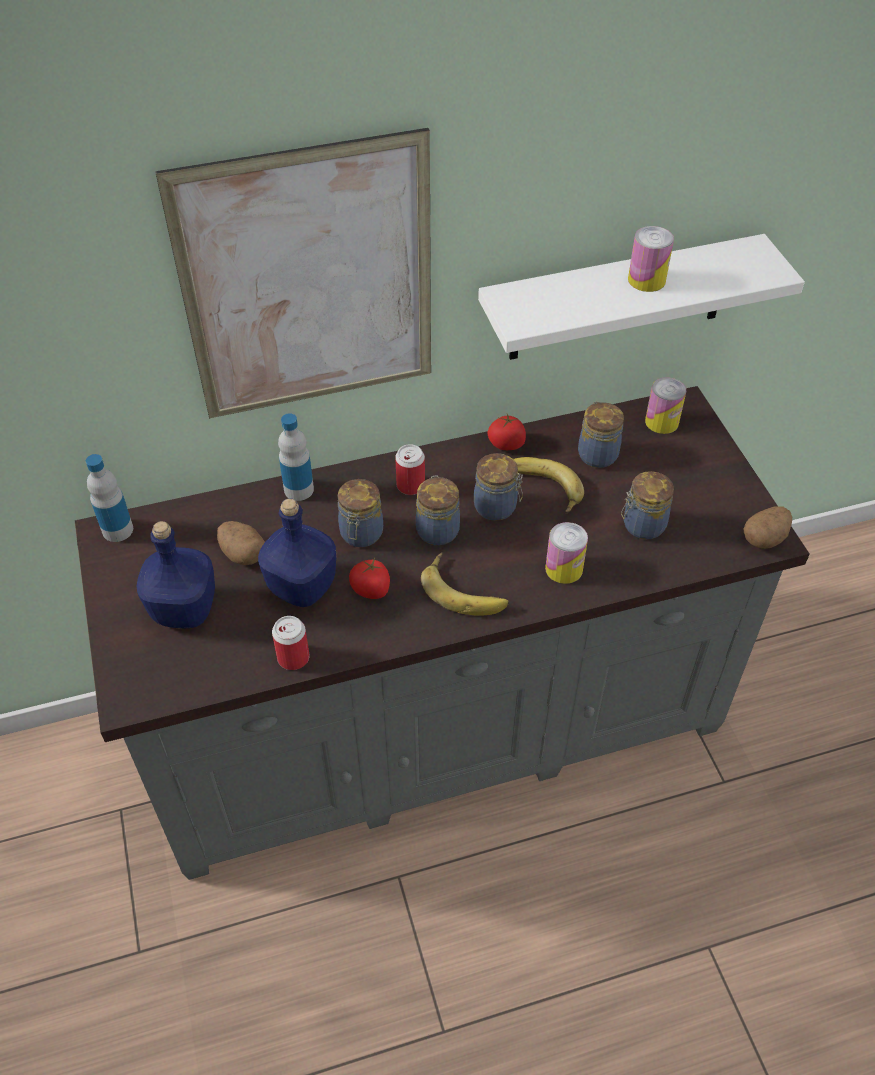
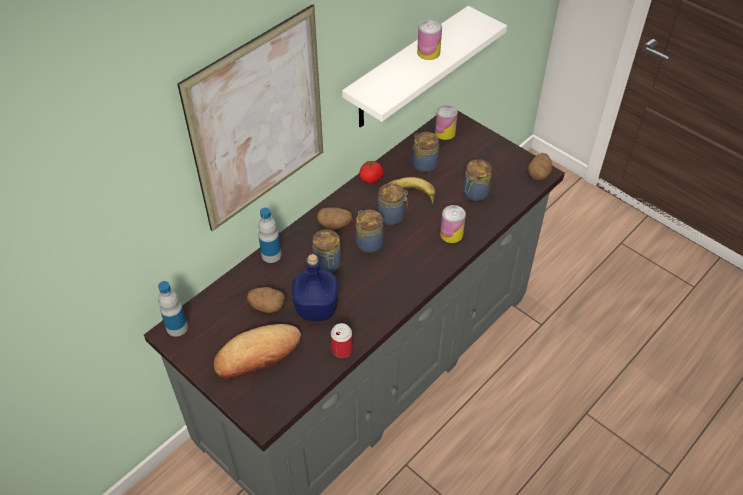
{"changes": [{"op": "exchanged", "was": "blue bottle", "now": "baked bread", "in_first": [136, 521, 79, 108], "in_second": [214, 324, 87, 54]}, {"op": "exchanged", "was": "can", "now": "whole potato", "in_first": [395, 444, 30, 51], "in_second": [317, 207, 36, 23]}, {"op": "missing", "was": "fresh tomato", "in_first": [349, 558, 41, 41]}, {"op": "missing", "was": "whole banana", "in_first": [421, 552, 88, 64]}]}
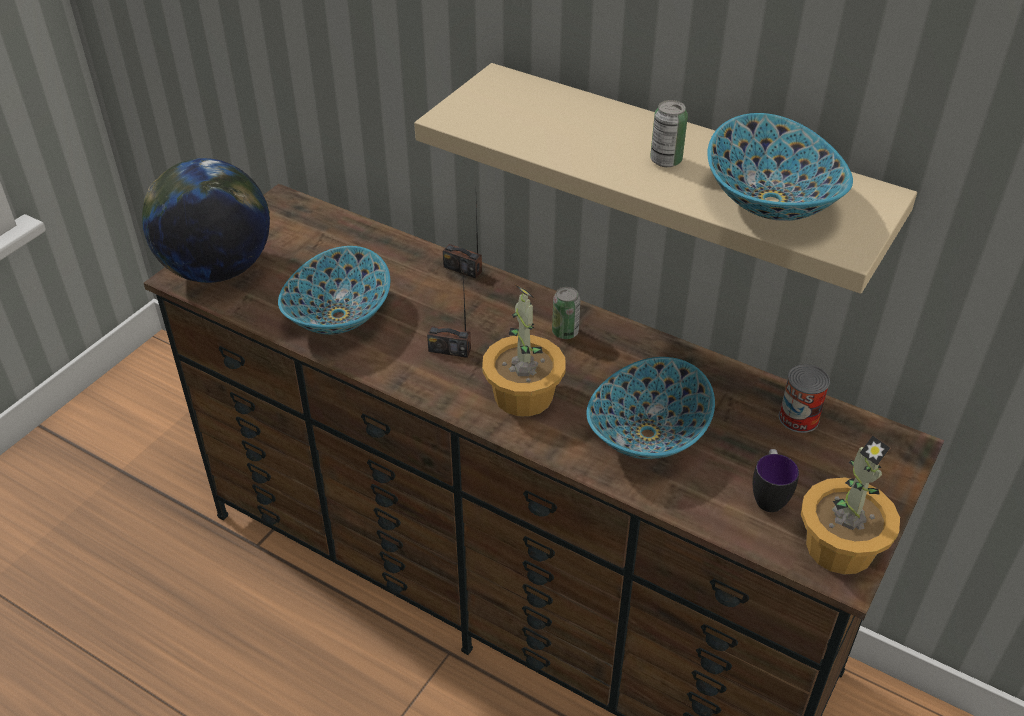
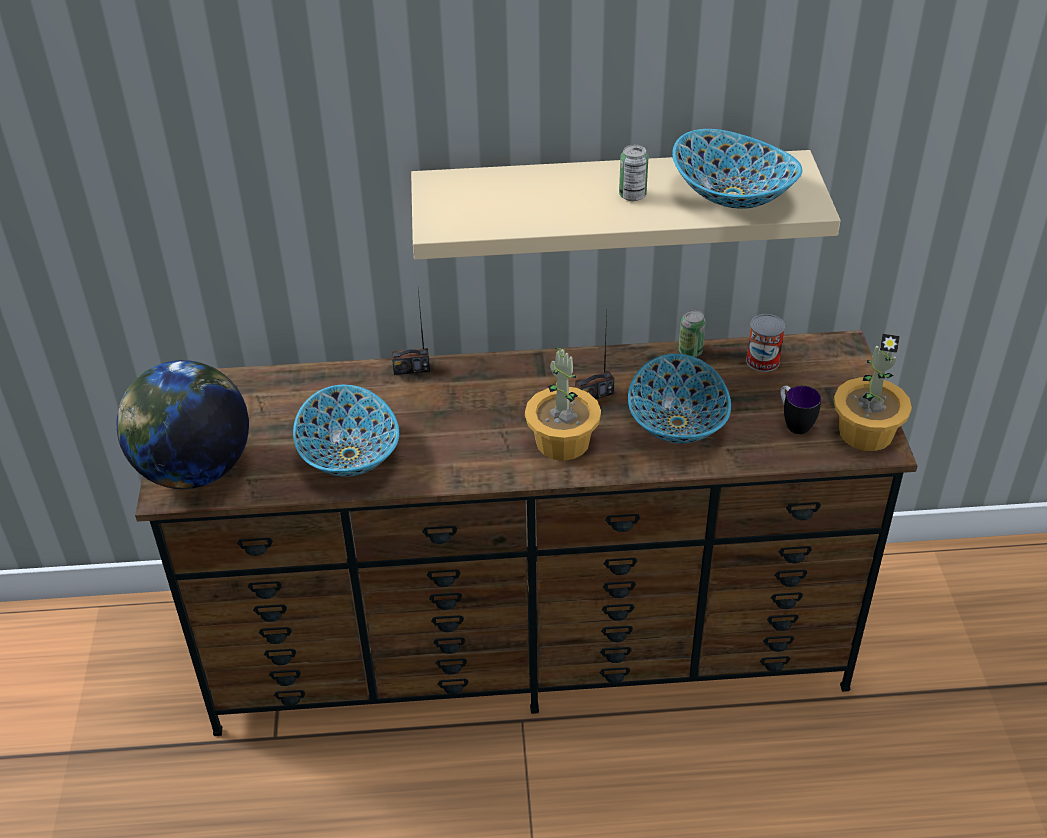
{"changes": [{"op": "relocated", "was": "radio receiver", "in_first": [427, 273, 44, 85], "in_second": [575, 312, 39, 87]}, {"op": "relocated", "was": "can", "in_first": [552, 287, 28, 52], "in_second": [679, 310, 27, 47]}]}
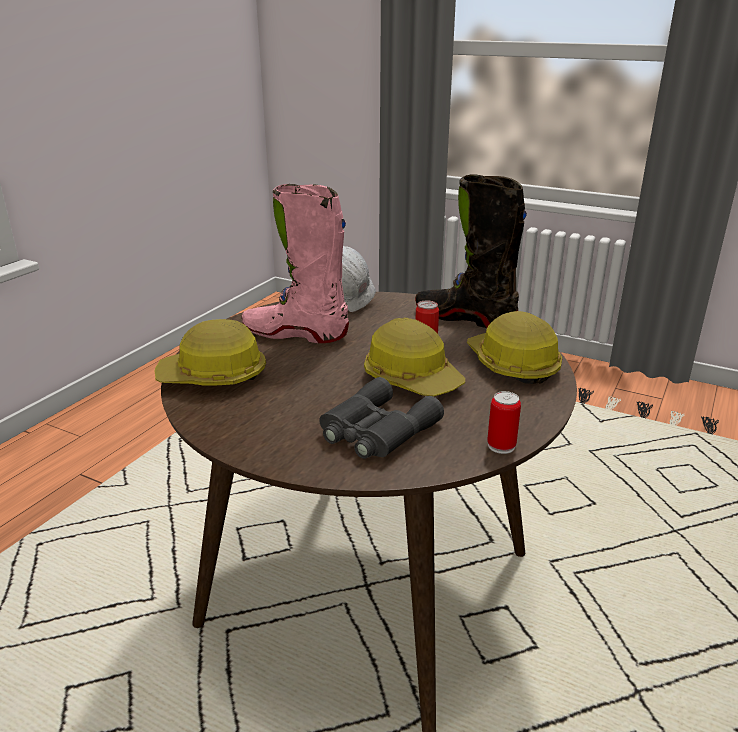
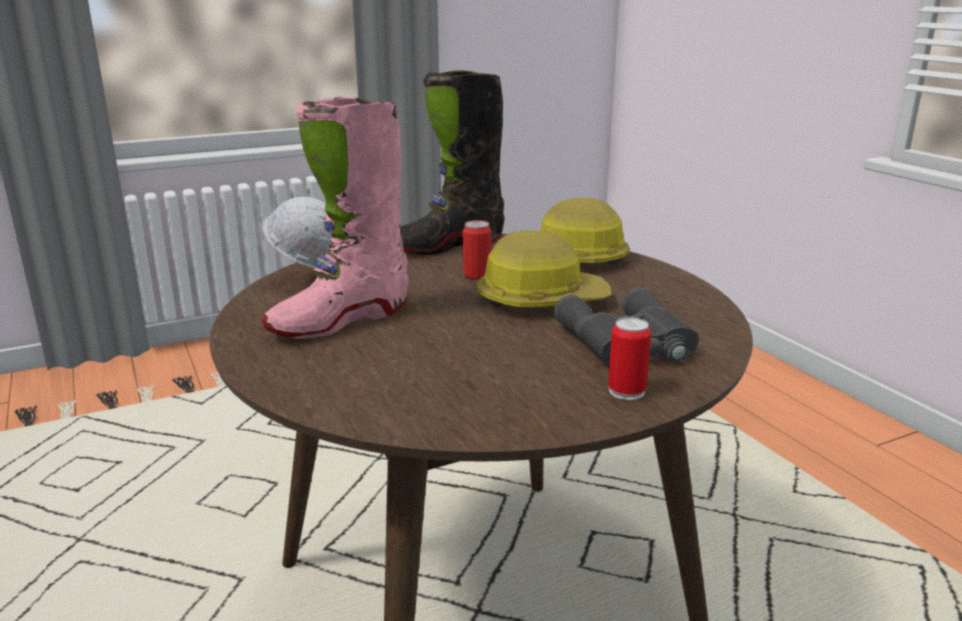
{"changes": [{"op": "relocated", "was": "can", "in_first": [487, 391, 34, 63], "in_second": [608, 317, 43, 83]}, {"op": "missing", "was": "work helmet", "in_first": [155, 319, 111, 67]}]}
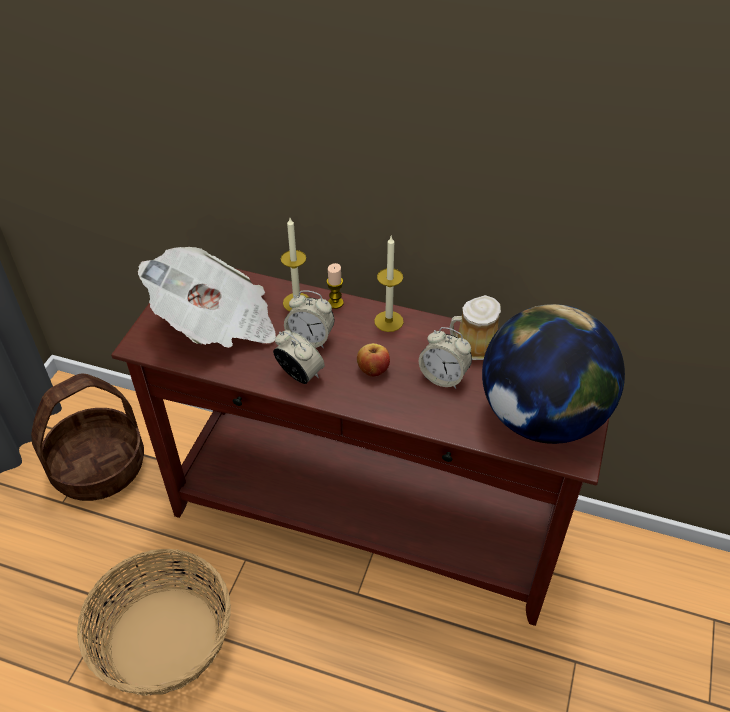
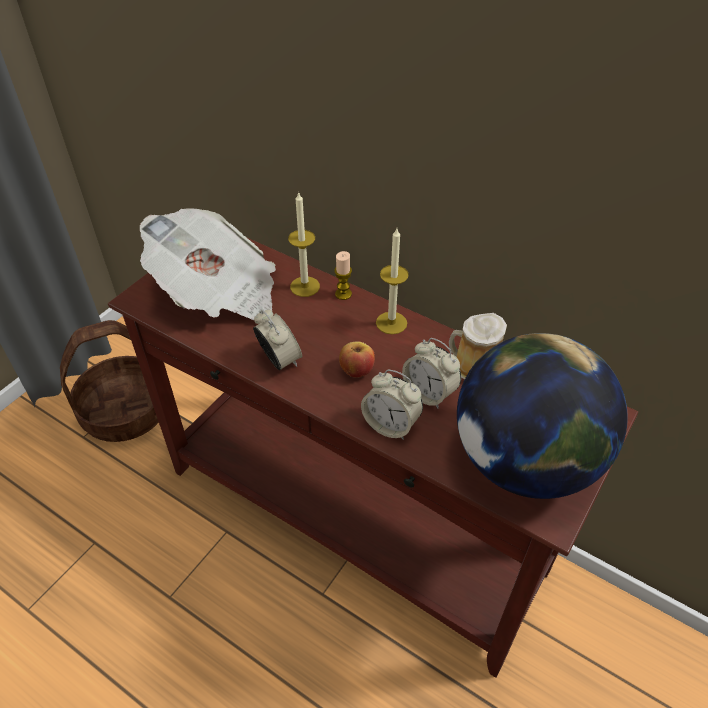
{"changes": [{"op": "relocated", "was": "bedside clock", "in_first": [284, 291, 50, 57], "in_second": [361, 369, 62, 71]}, {"op": "missing", "was": "household basket", "in_first": [77, 549, 154, 147]}]}
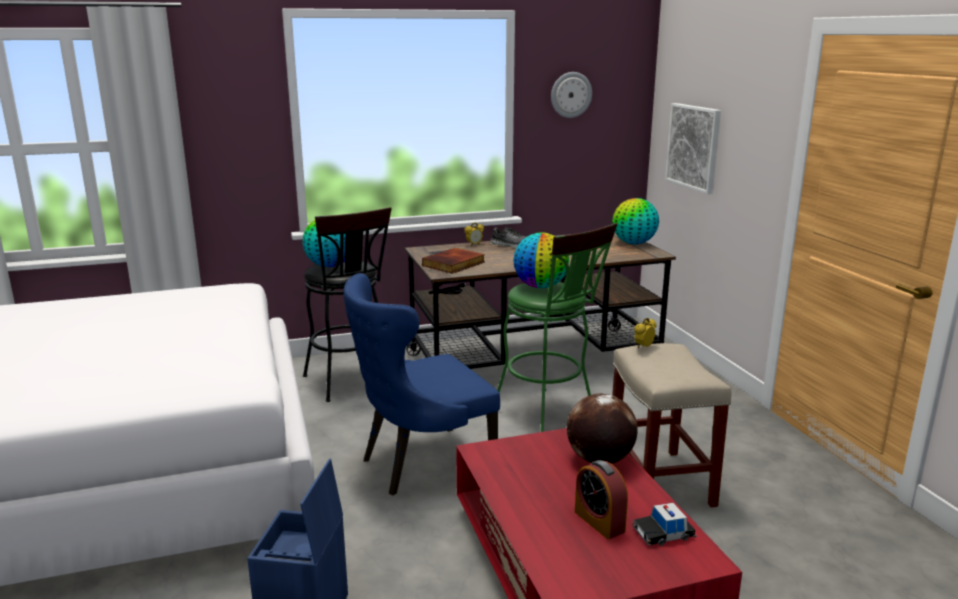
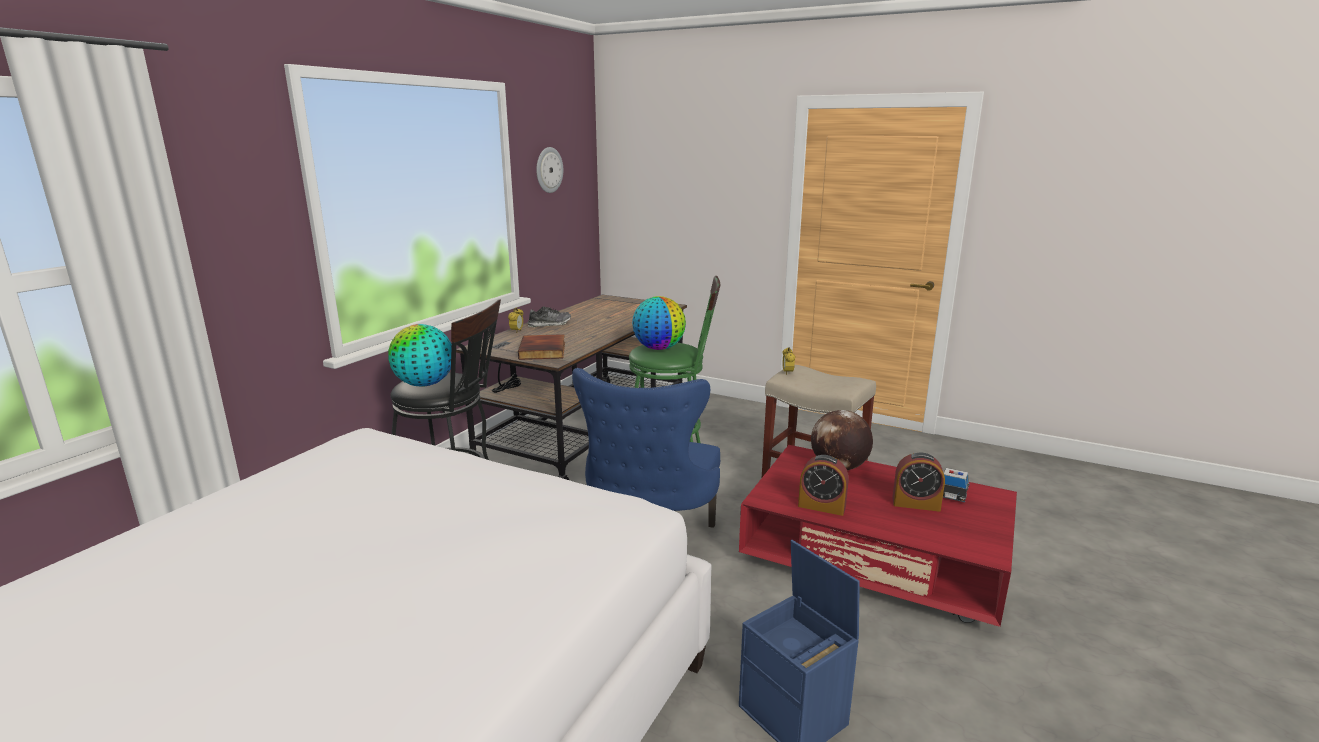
{"changes": [{"op": "appeared", "now": "bedside clock", "in_second": [798, 455, 51, 61]}, {"op": "missing", "was": "globe", "in_first": [612, 198, 47, 46]}, {"op": "missing", "was": "wall picture", "in_first": [665, 103, 56, 91]}]}
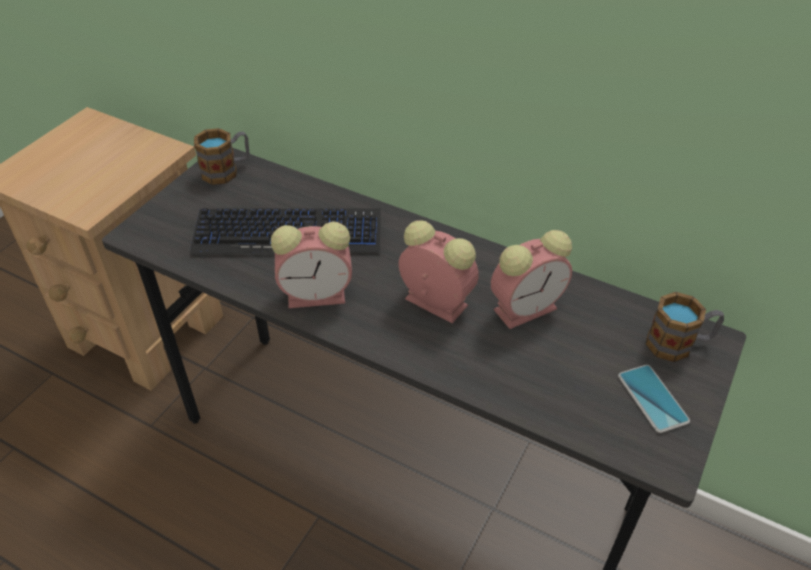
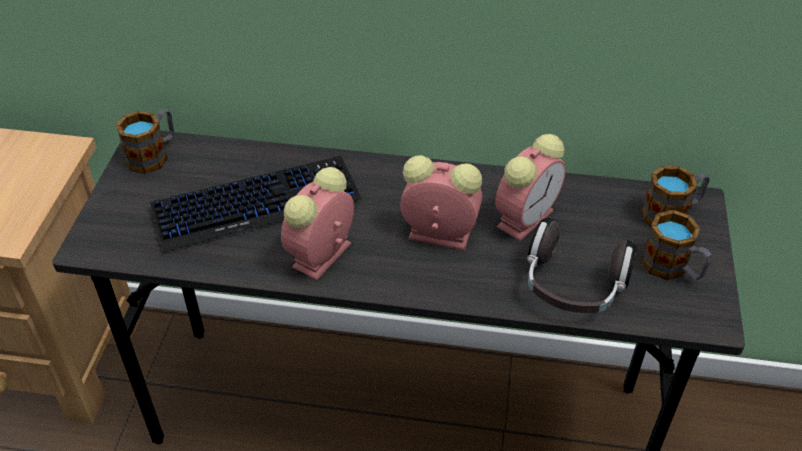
{"changes": [{"op": "spun", "was": "bedside clock", "in_first": [271, 222, 81, 86], "in_second": [281, 167, 73, 113], "clockwise": 150}, {"op": "appeared", "now": "pair of headphones", "in_second": [527, 217, 110, 96]}, {"op": "exchanged", "was": "telephone", "now": "tea mug", "in_first": [618, 365, 72, 68], "in_second": [641, 210, 71, 70]}]}
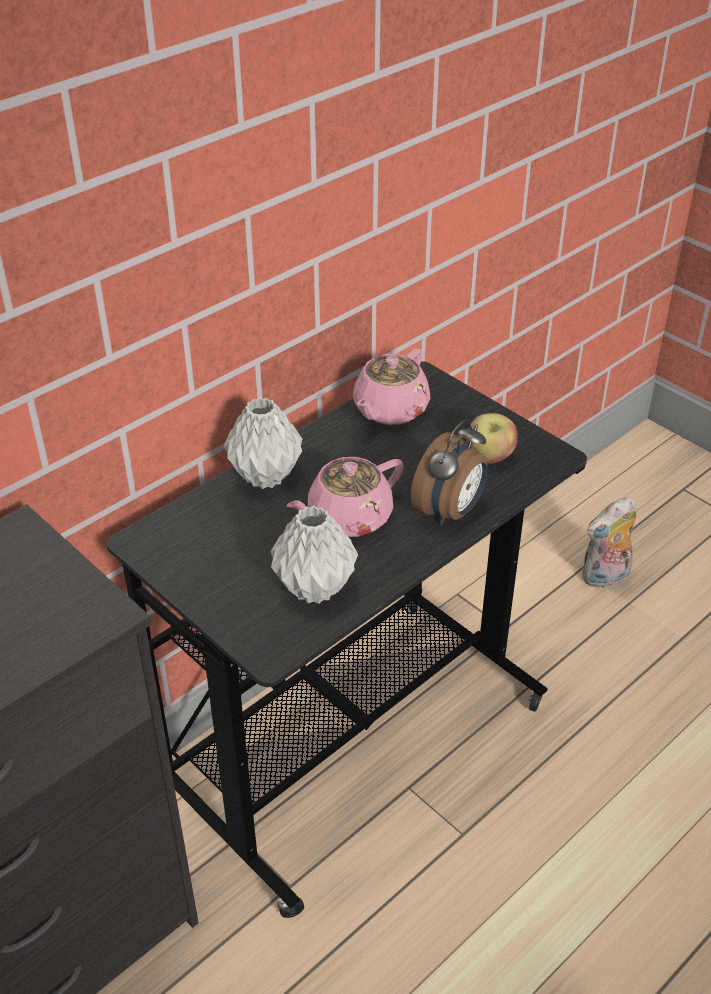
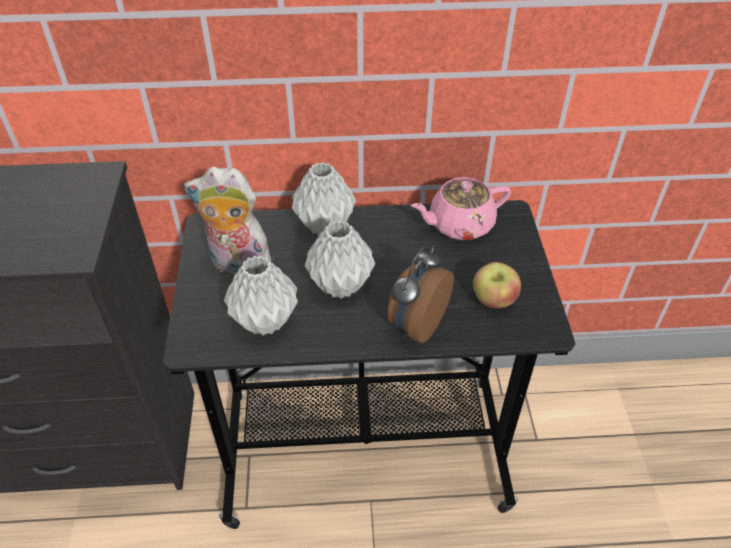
{"changes": [{"op": "relocated", "was": "soft toy", "in_first": [582, 497, 54, 91], "in_second": [184, 167, 90, 107]}, {"op": "exchanged", "was": "pink pot for tea", "now": "grey decorative vase", "in_first": [287, 457, 117, 80], "in_second": [305, 220, 70, 79]}, {"op": "spun", "was": "bedside clock", "in_first": [411, 419, 76, 107], "in_second": [387, 246, 67, 97], "clockwise": 135}]}
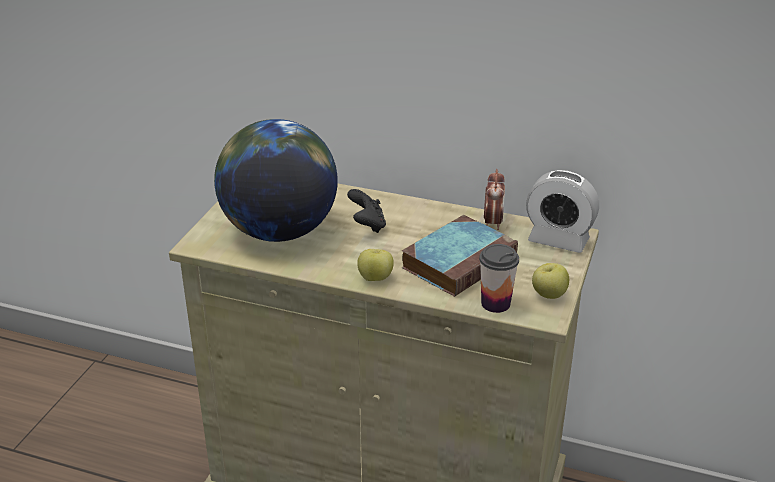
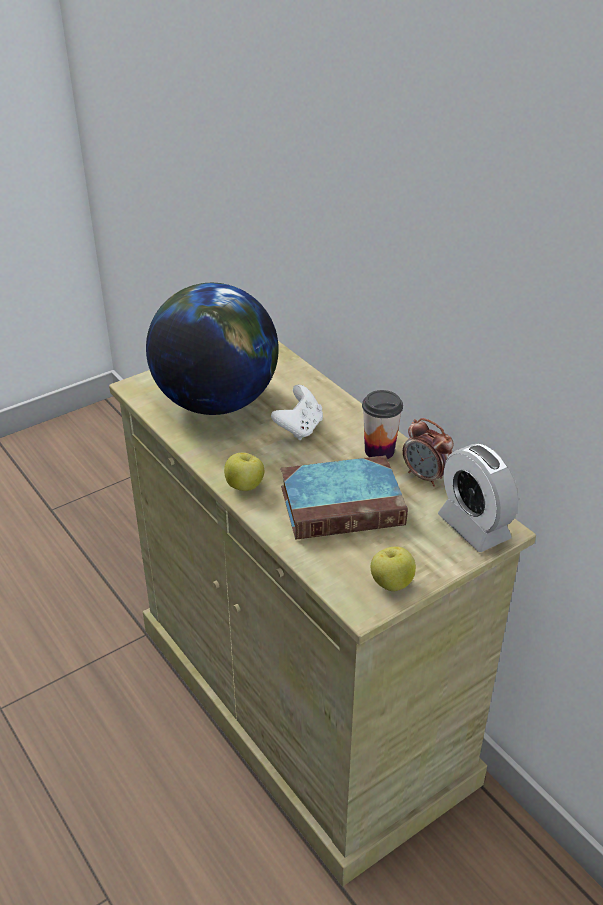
{"changes": [{"op": "colour", "was": "black-coloured gamepad", "now": "white-coloured gamepad", "in_first": [347, 189, 39, 44], "in_second": [271, 385, 52, 55]}, {"op": "relocated", "was": "small cup", "in_first": [479, 244, 40, 69], "in_second": [362, 390, 41, 69]}, {"op": "spun", "was": "bedside clock", "in_first": [484, 169, 21, 61], "in_second": [403, 418, 51, 69], "clockwise": 90}]}
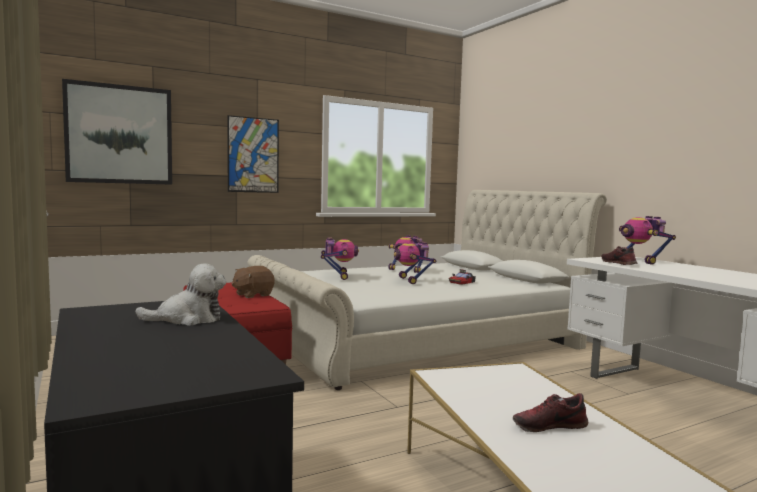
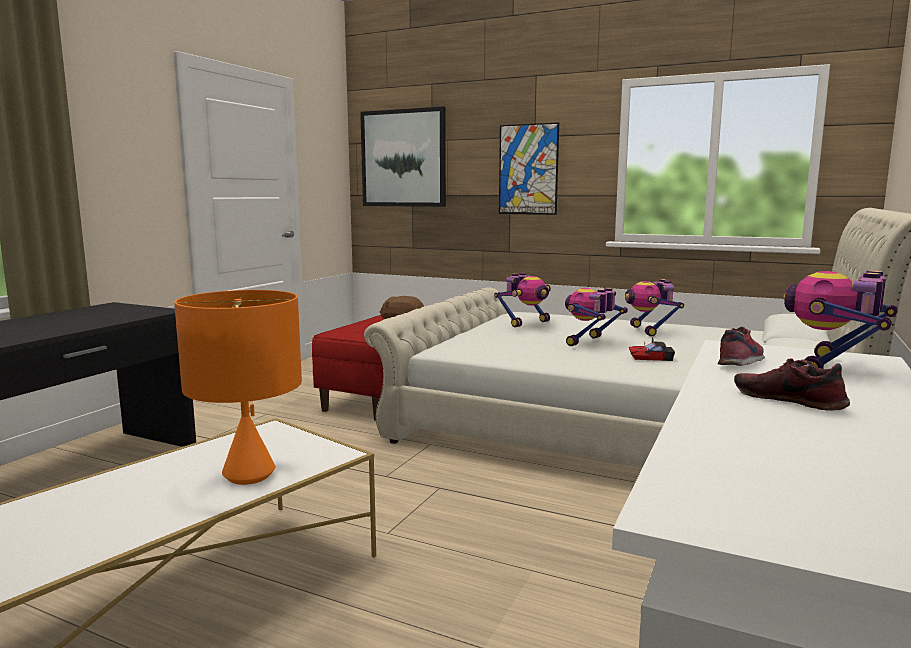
{"changes": [{"op": "appeared", "now": "orange lamp for a table", "in_second": [174, 290, 128, 195]}, {"op": "relocated", "was": "shoe", "in_first": [513, 393, 75, 39], "in_second": [734, 358, 116, 53]}, {"op": "missing", "was": "soft toy", "in_first": [135, 263, 91, 63]}]}
